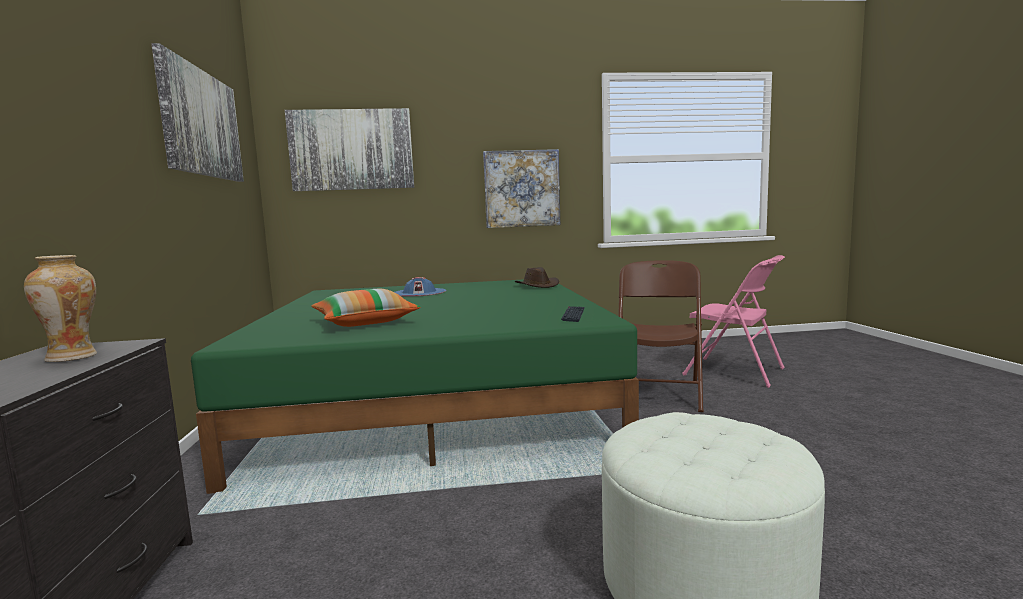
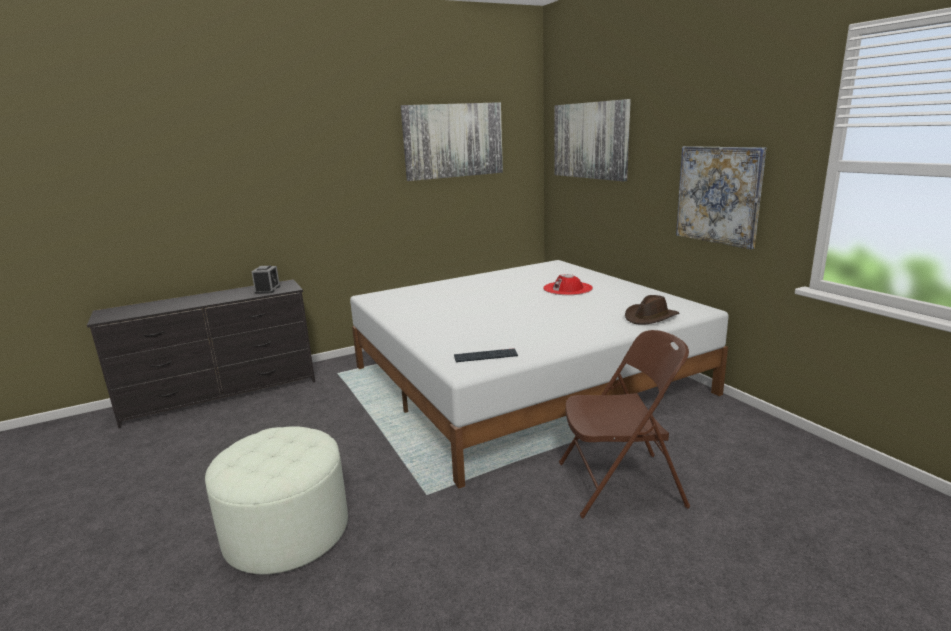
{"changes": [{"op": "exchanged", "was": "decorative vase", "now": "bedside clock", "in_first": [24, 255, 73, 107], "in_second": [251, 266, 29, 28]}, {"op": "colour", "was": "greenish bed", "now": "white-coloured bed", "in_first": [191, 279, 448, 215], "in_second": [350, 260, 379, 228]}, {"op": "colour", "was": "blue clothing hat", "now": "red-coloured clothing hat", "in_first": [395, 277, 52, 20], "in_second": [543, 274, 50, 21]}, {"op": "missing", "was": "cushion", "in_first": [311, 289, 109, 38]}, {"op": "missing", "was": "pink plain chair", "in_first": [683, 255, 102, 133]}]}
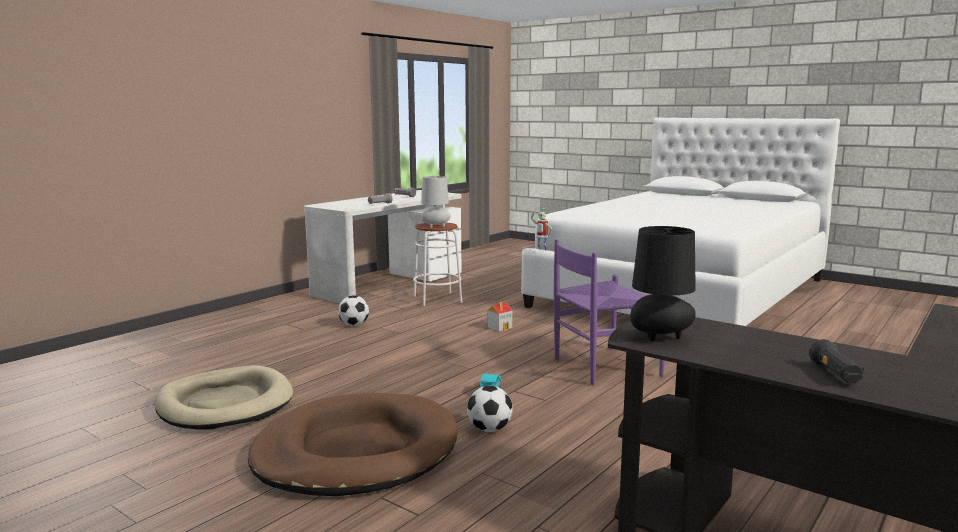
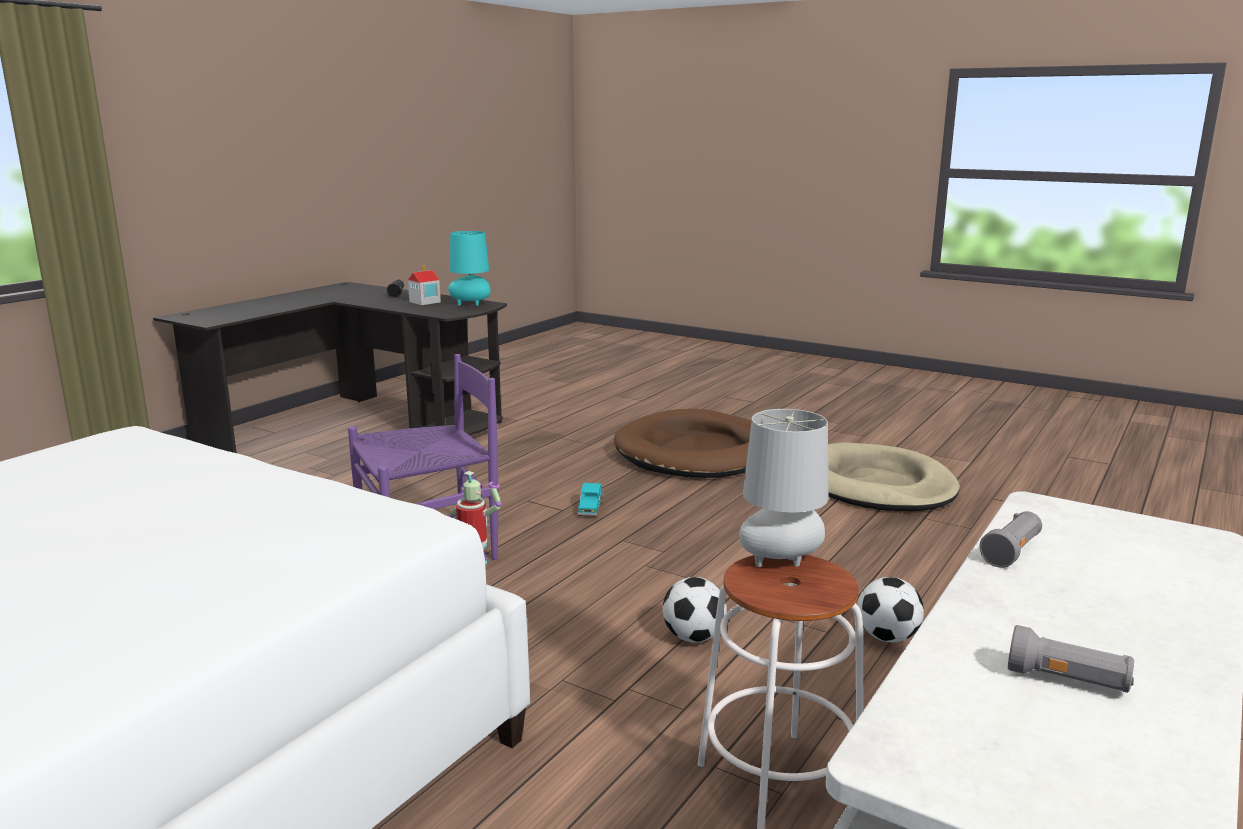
{"changes": [{"op": "relocated", "was": "toy house", "in_first": [487, 302, 26, 29], "in_second": [408, 265, 33, 40]}, {"op": "colour", "was": "black-coloured lamp for a table", "now": "turquoise lamp for a table", "in_first": [630, 226, 66, 115], "in_second": [448, 231, 43, 75]}, {"op": "relocated", "was": "football", "in_first": [467, 386, 46, 46], "in_second": [663, 577, 64, 65]}]}
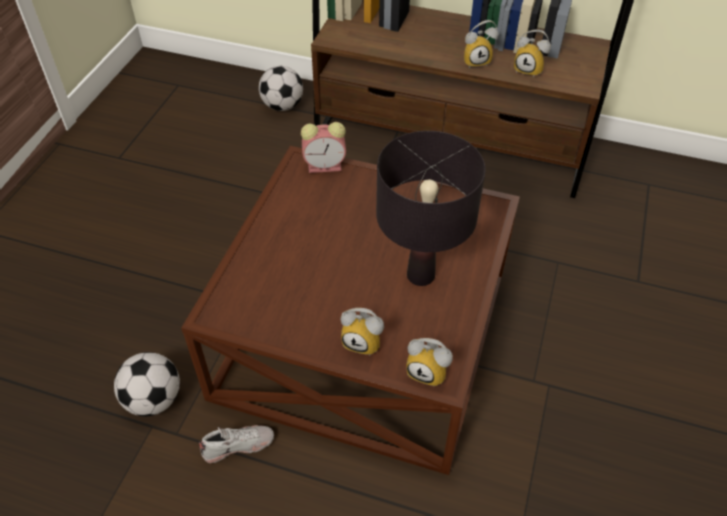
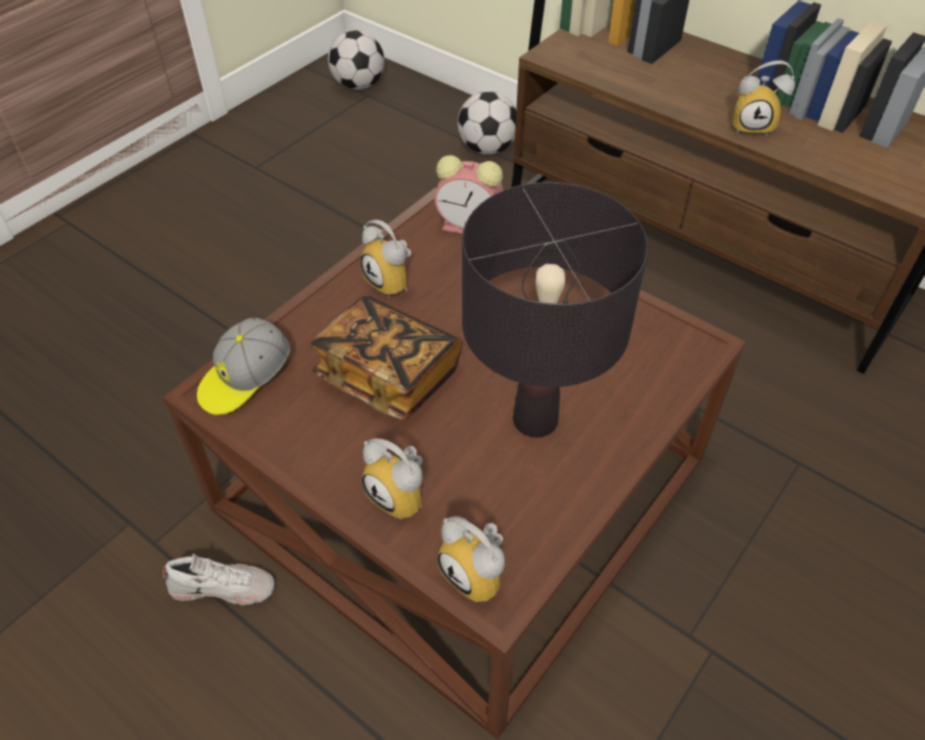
{"changes": [{"op": "appeared", "now": "cap", "in_second": [197, 318, 93, 97]}, {"op": "appeared", "now": "bound book", "in_second": [311, 296, 151, 124]}, {"op": "relocated", "was": "football", "in_first": [114, 352, 66, 64], "in_second": [328, 30, 57, 60]}, {"op": "relocated", "was": "bedside clock", "in_first": [514, 29, 37, 48], "in_second": [361, 220, 50, 78]}]}
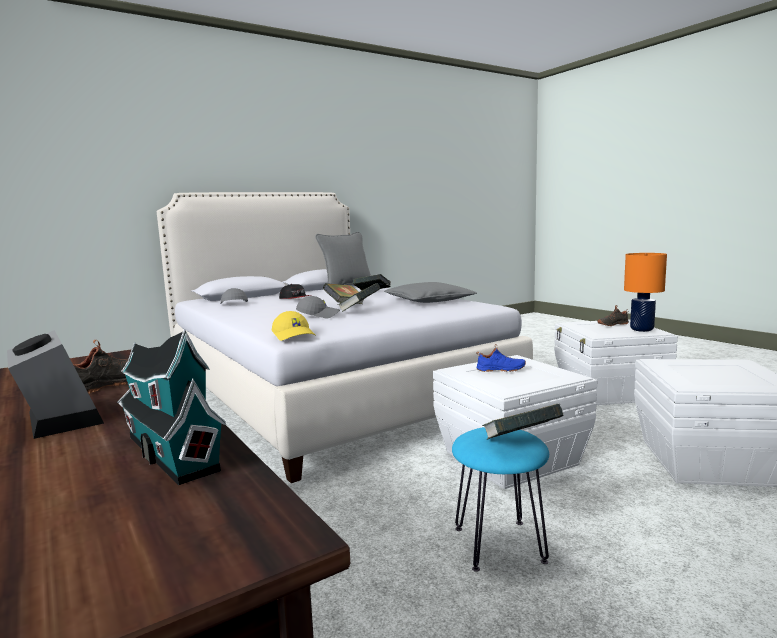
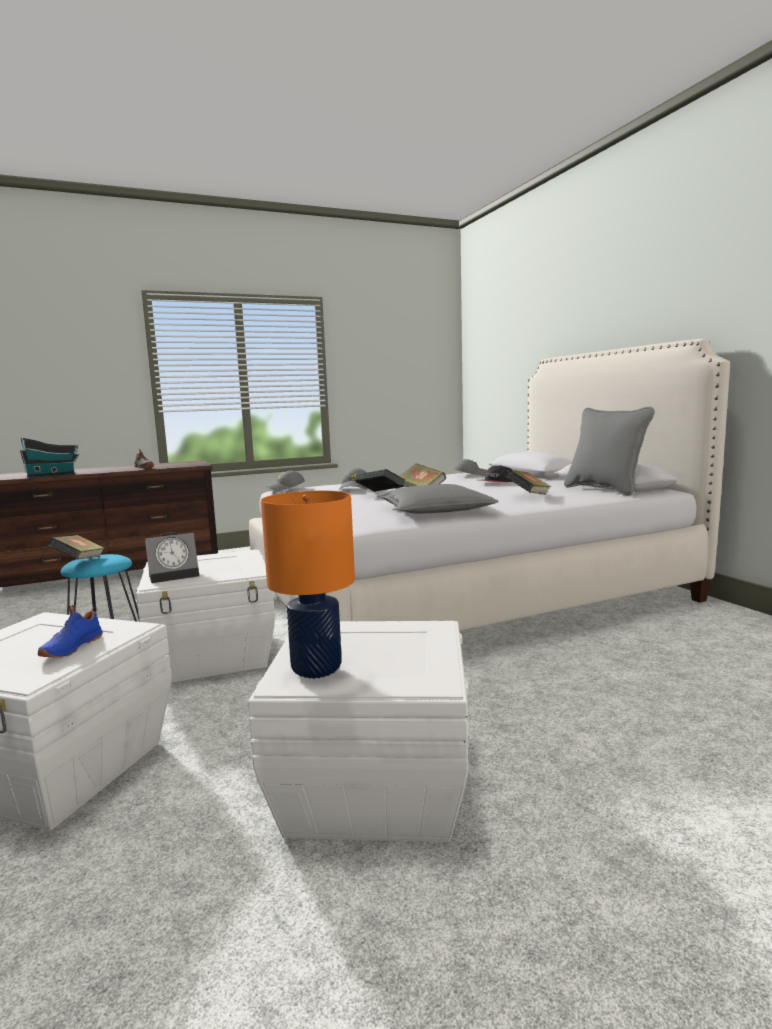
{"changes": [{"op": "relocated", "was": "blue shoe", "in_first": [476, 344, 50, 28], "in_second": [38, 605, 65, 53]}, {"op": "relocated", "was": "bedside clock", "in_first": [7, 330, 97, 109], "in_second": [145, 532, 54, 51]}, {"op": "colour", "was": "yellow cap", "now": "grey cap", "in_first": [272, 311, 44, 30], "in_second": [266, 470, 39, 22]}, {"op": "missing", "was": "black-coloured shoe", "in_first": [597, 305, 32, 21]}]}
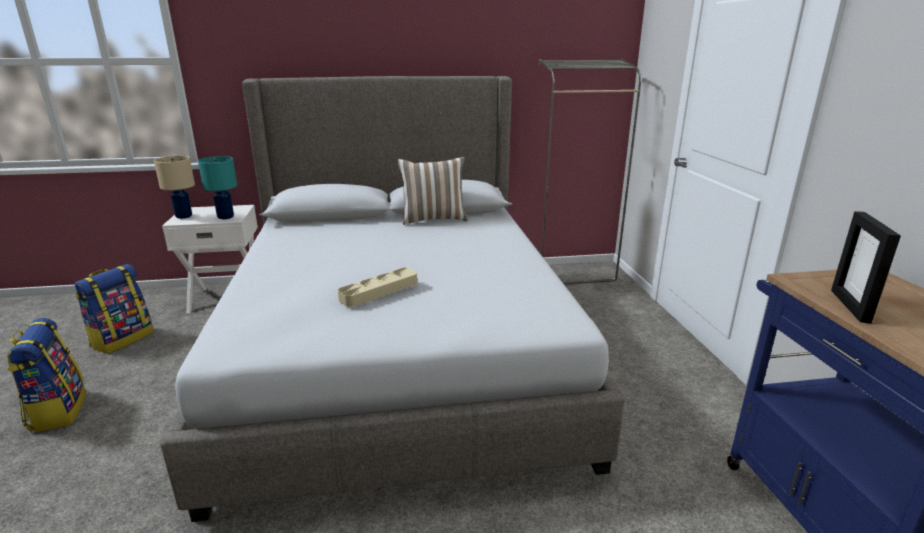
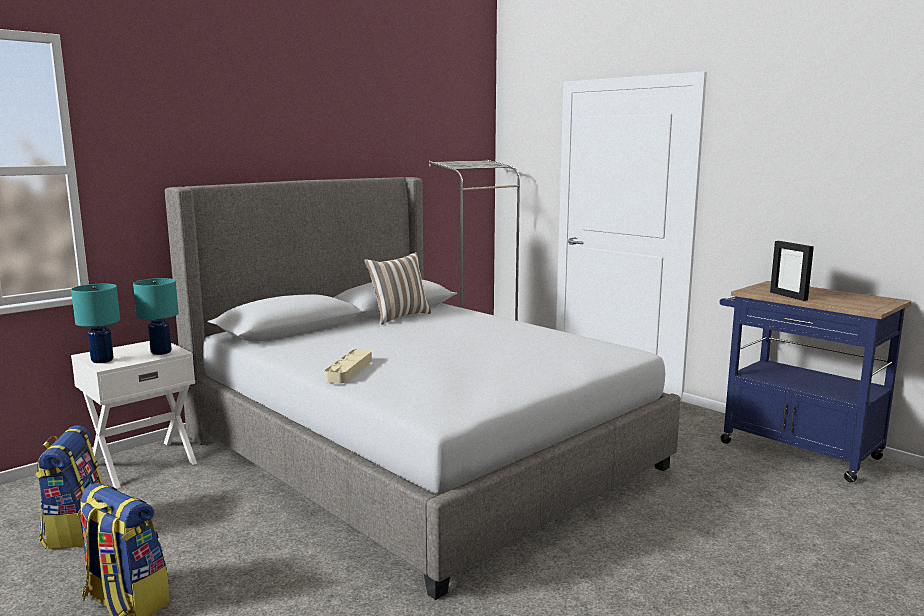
{"changes": [{"op": "colour", "was": "sand-coloured lamp for a table", "now": "turquoise lamp for a table", "in_first": [154, 156, 41, 63], "in_second": [71, 284, 49, 79]}, {"op": "relocated", "was": "sand-coloured tray", "in_first": [338, 268, 79, 39], "in_second": [325, 349, 47, 34]}]}
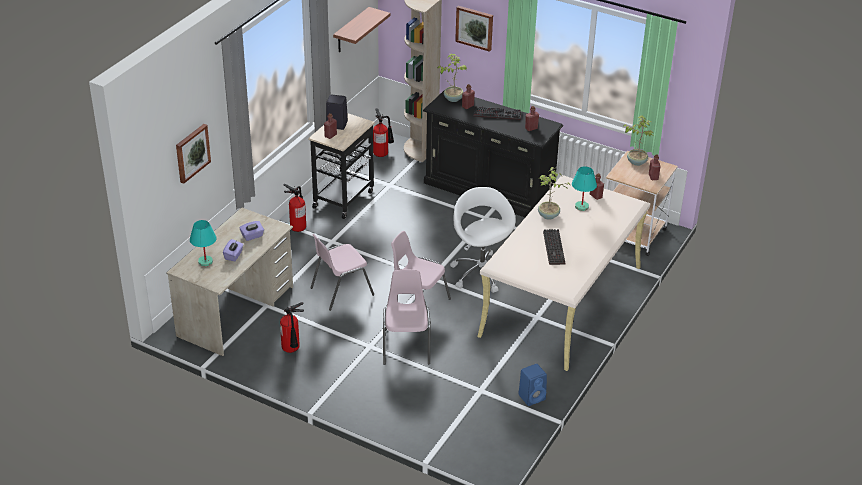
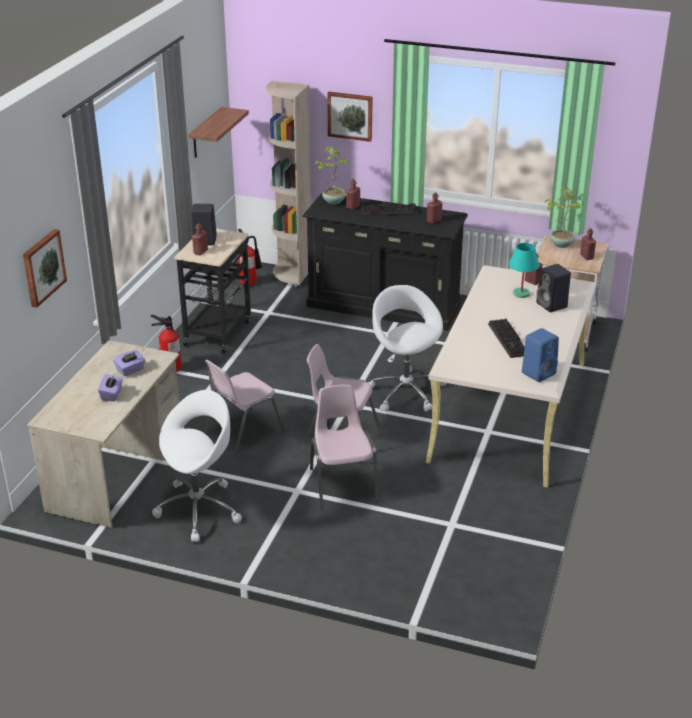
{"changes": [{"op": "exchanged", "was": "fire-fighting cylinder", "now": "white-coloured computer chair", "in_first": [280, 302, 24, 51], "in_second": [152, 390, 90, 152]}, {"op": "relocated", "was": "blue audio speaker", "in_first": [518, 364, 29, 42], "in_second": [522, 328, 37, 54]}, {"op": "appeared", "now": "black-coloured audio speaker", "in_second": [536, 264, 35, 48]}, {"op": "missing", "was": "turquoise lamp for a table", "in_first": [190, 220, 27, 46]}, {"op": "missing", "was": "houseplant", "in_first": [538, 167, 33, 53]}]}
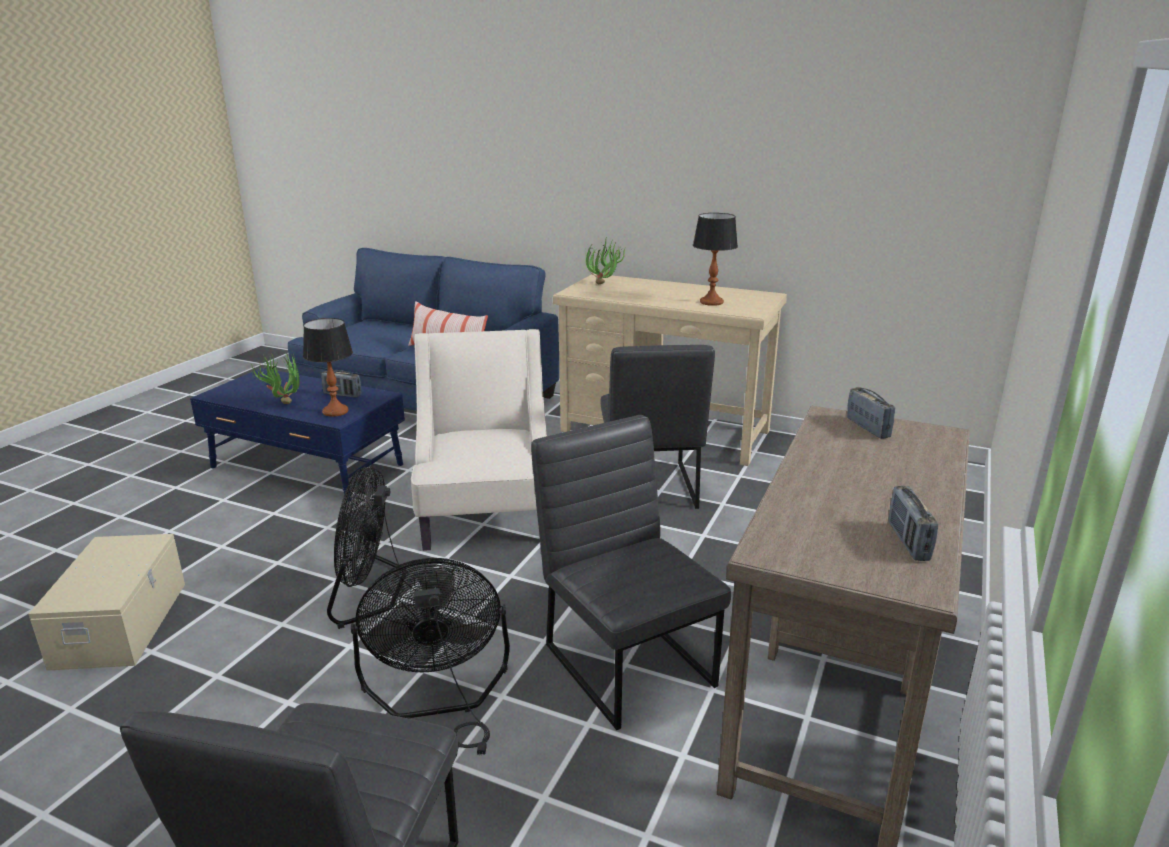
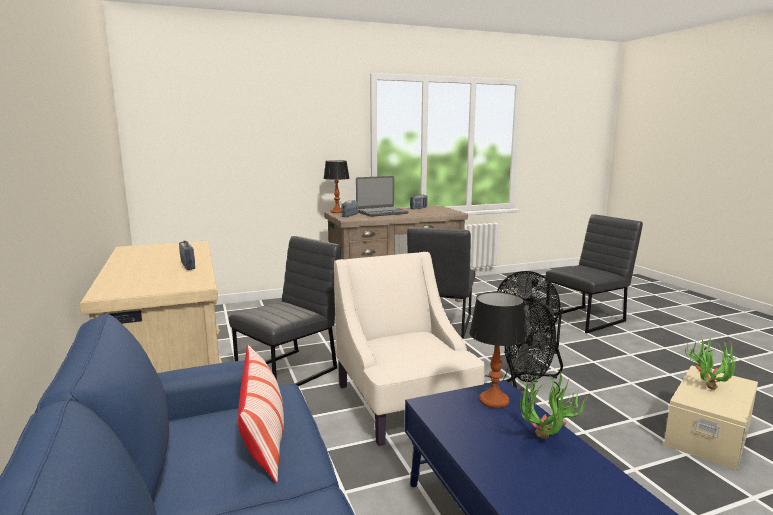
{"changes": [{"op": "relocated", "was": "radio receiver", "in_first": [321, 370, 40, 28], "in_second": [179, 241, 16, 29]}, {"op": "relocated", "was": "lamp for a table", "in_first": [693, 213, 45, 93], "in_second": [323, 160, 27, 53]}, {"op": "spun", "was": "sand-coloured lounge chair", "in_first": [411, 329, 136, 222], "in_second": [334, 252, 151, 194], "clockwise": 120}, {"op": "appeared", "now": "laptop", "in_second": [356, 176, 53, 41]}, {"op": "relocated", "was": "houseplant", "in_first": [585, 236, 41, 48], "in_second": [685, 337, 50, 53]}]}
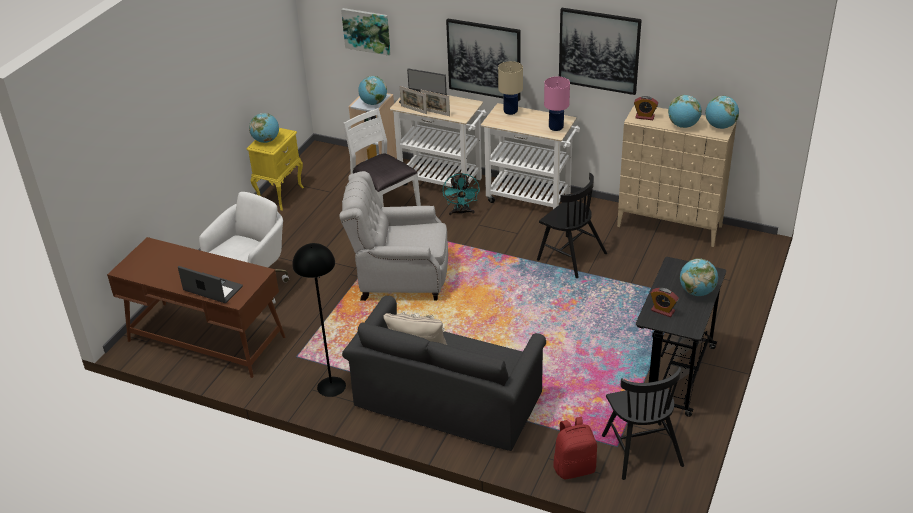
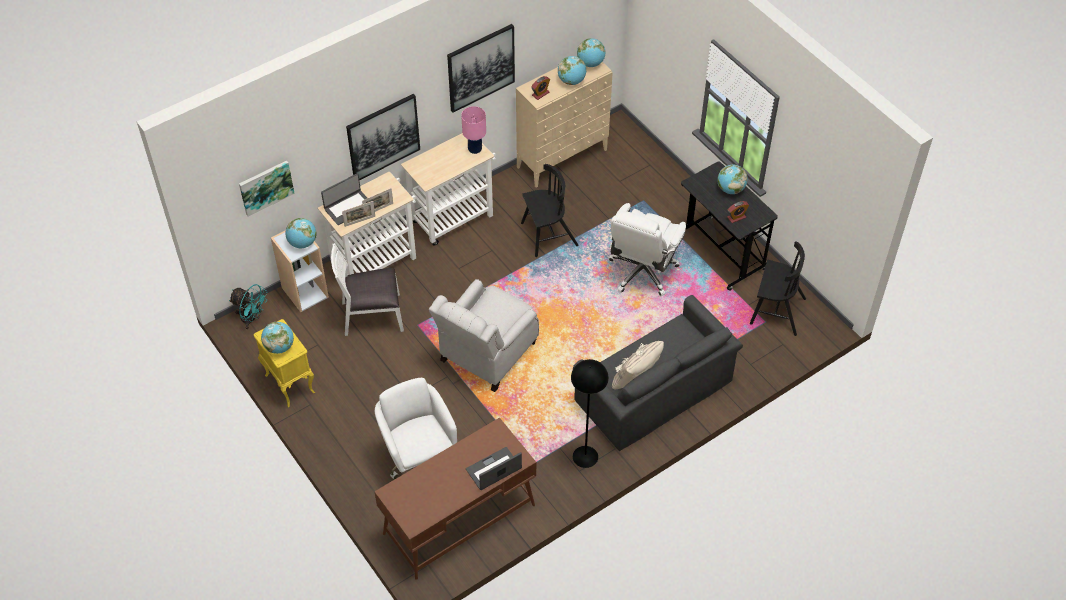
{"changes": [{"op": "relocated", "was": "turquoise electric fan", "in_first": [442, 172, 38, 43], "in_second": [229, 284, 38, 45]}, {"op": "appeared", "now": "white-coloured computer chair", "in_second": [609, 203, 77, 93]}, {"op": "missing", "was": "sand-coloured lamp for a table", "in_first": [498, 61, 25, 54]}, {"op": "missing", "was": "red-coloured backpack", "in_first": [553, 417, 44, 63]}]}
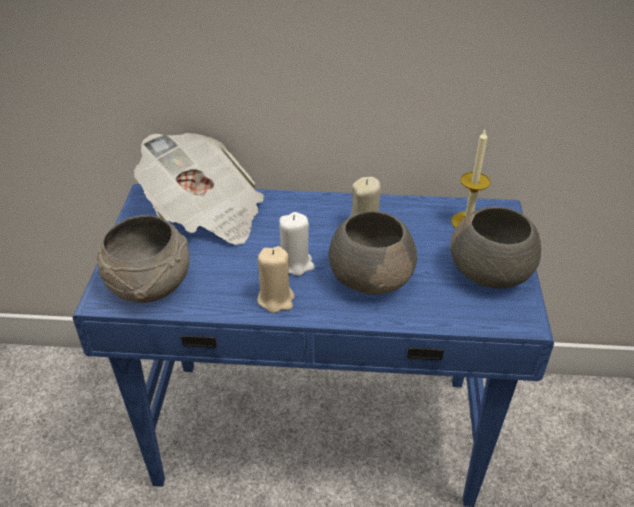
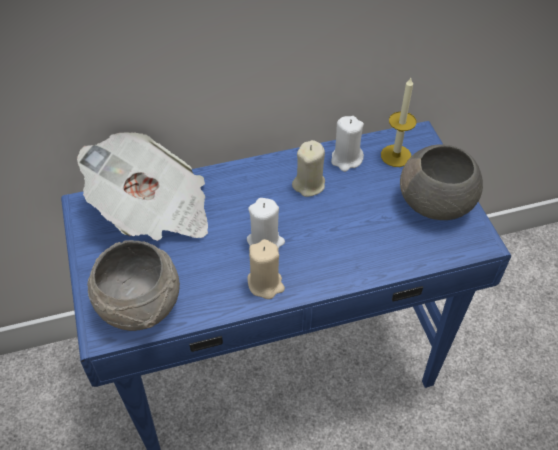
{"changes": [{"op": "appeared", "now": "white-coloured wax light", "in_second": [331, 116, 33, 56]}, {"op": "missing", "was": "grey deep dish", "in_first": [329, 211, 88, 84]}]}
